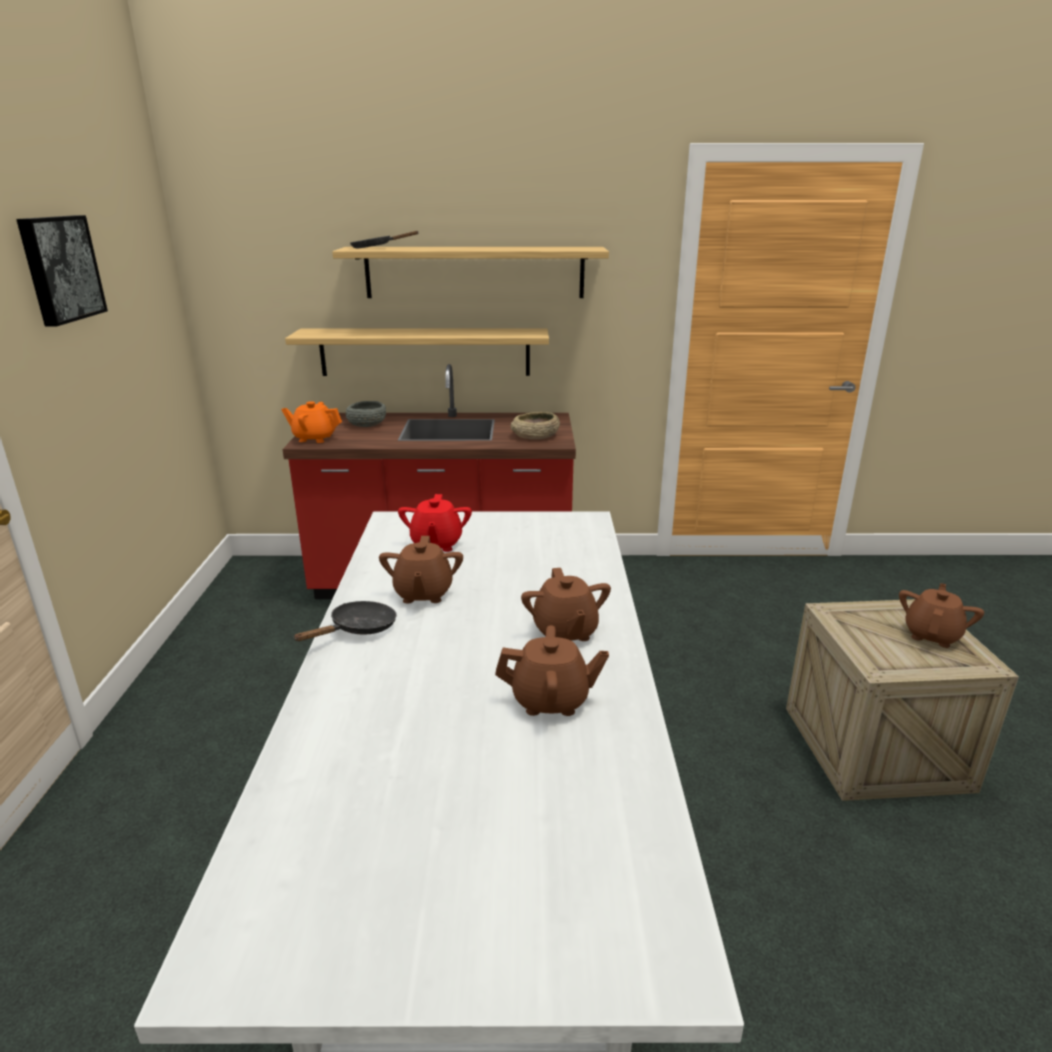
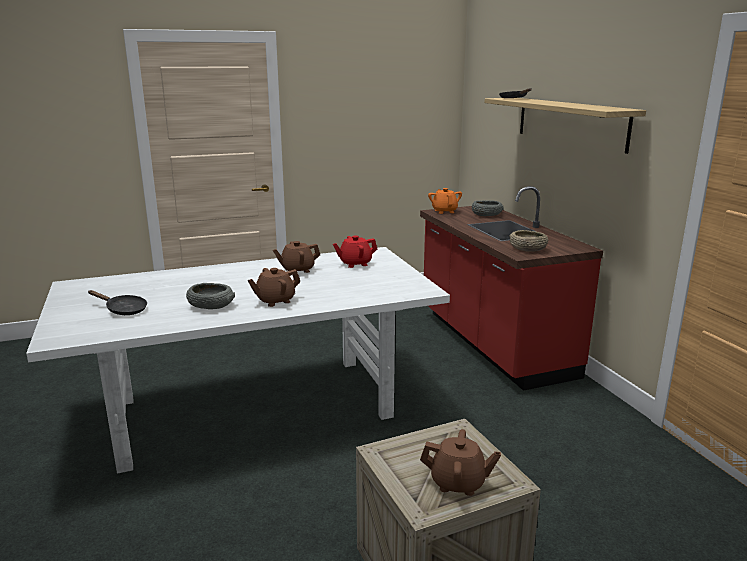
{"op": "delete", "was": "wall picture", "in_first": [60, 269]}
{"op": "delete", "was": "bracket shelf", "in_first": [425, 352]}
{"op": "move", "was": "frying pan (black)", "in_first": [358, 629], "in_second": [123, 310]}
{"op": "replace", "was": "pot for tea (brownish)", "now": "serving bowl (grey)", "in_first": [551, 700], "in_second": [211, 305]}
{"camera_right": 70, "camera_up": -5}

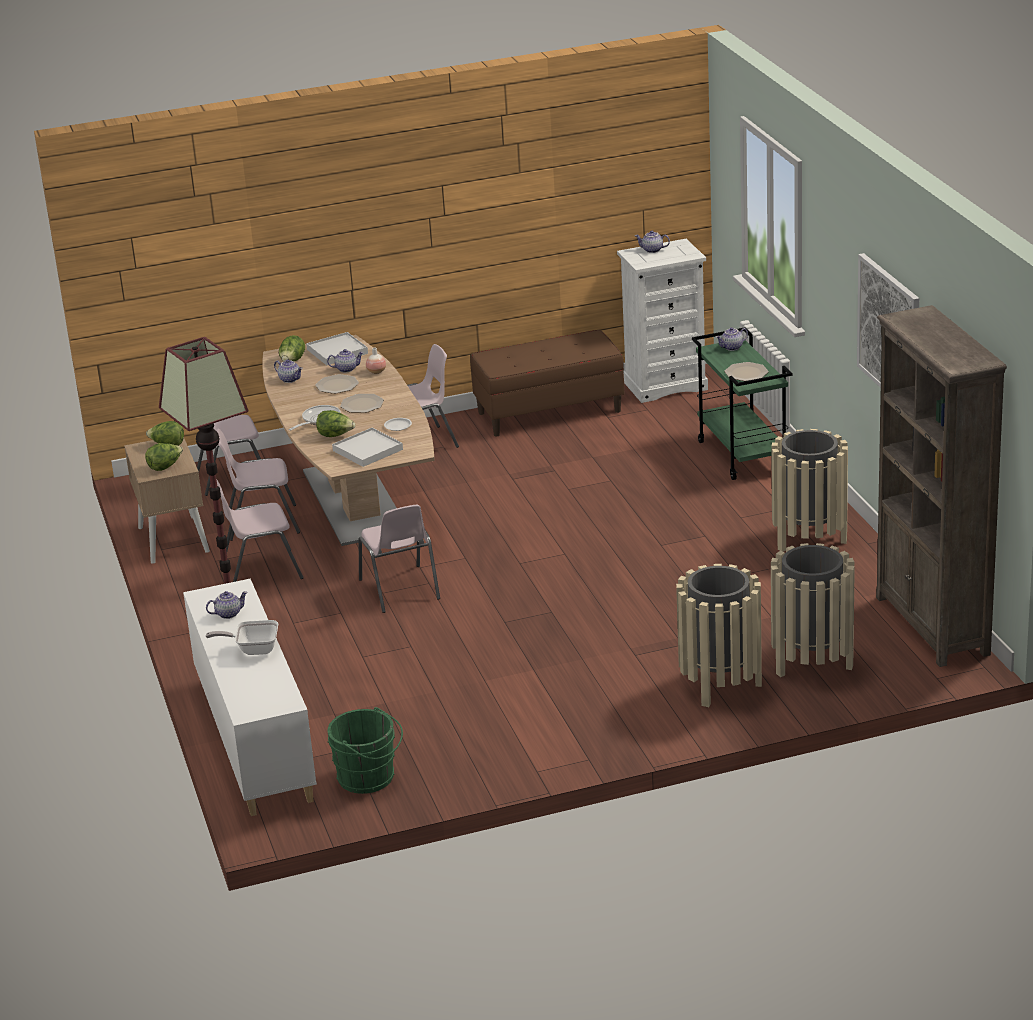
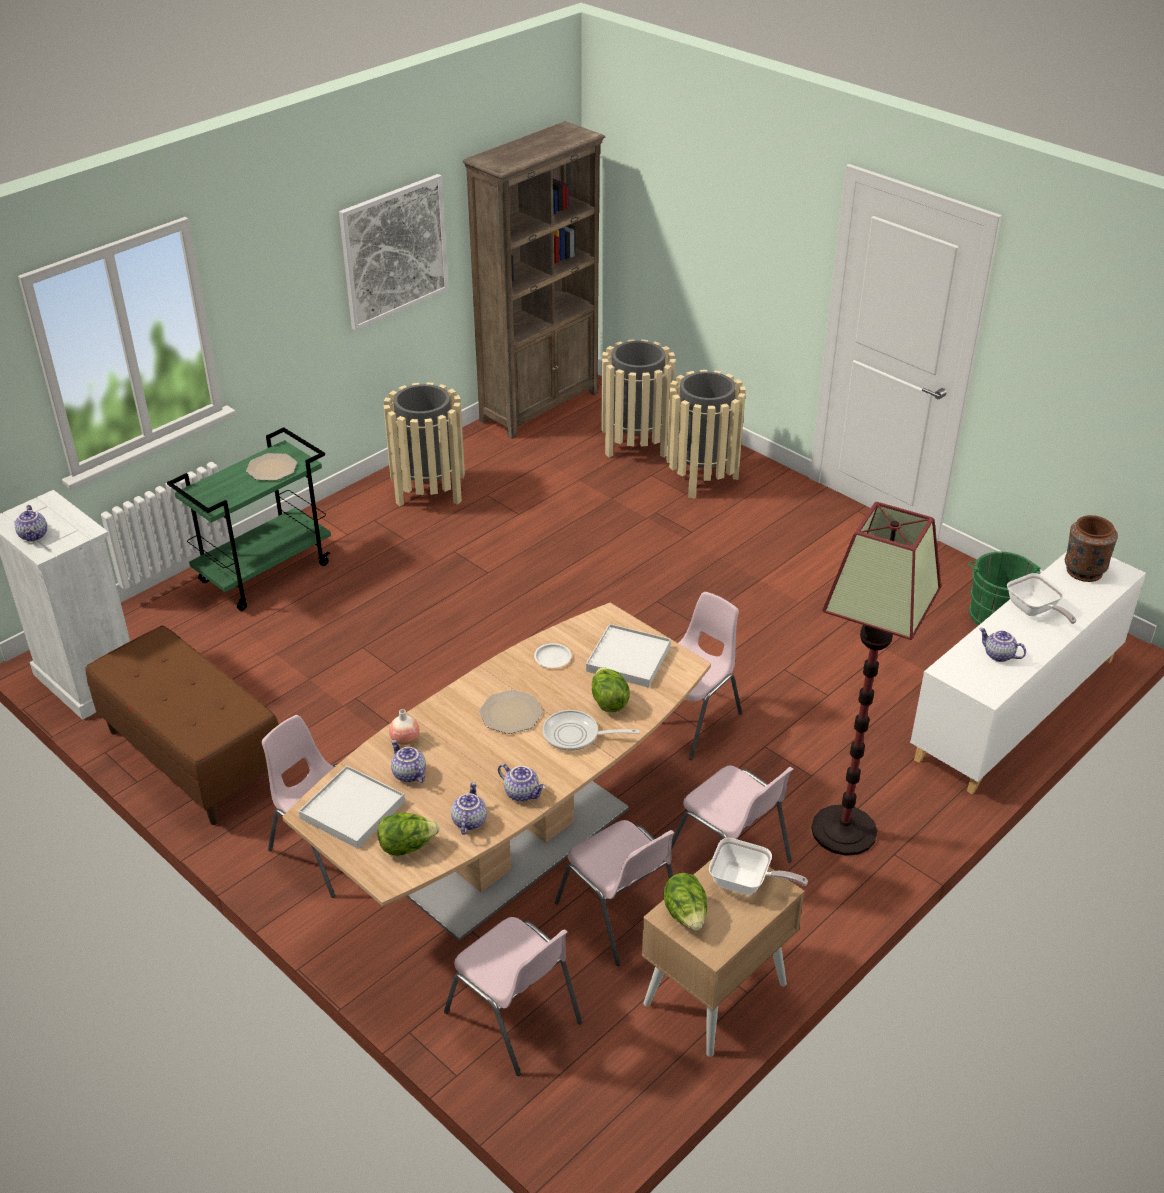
{"op": "delete", "was": "flat dish", "in_first": [337, 385]}
{"op": "insert", "now": "vase (brownish)", "in_second": [1083, 571]}
{"op": "move", "was": "pot for tea", "in_first": [732, 348], "in_second": [522, 793]}
{"op": "replace", "was": "head of lettuce", "now": "frying pan", "in_first": [165, 467], "in_second": [745, 883]}
{"camera_right": -120, "camera_up": 10}

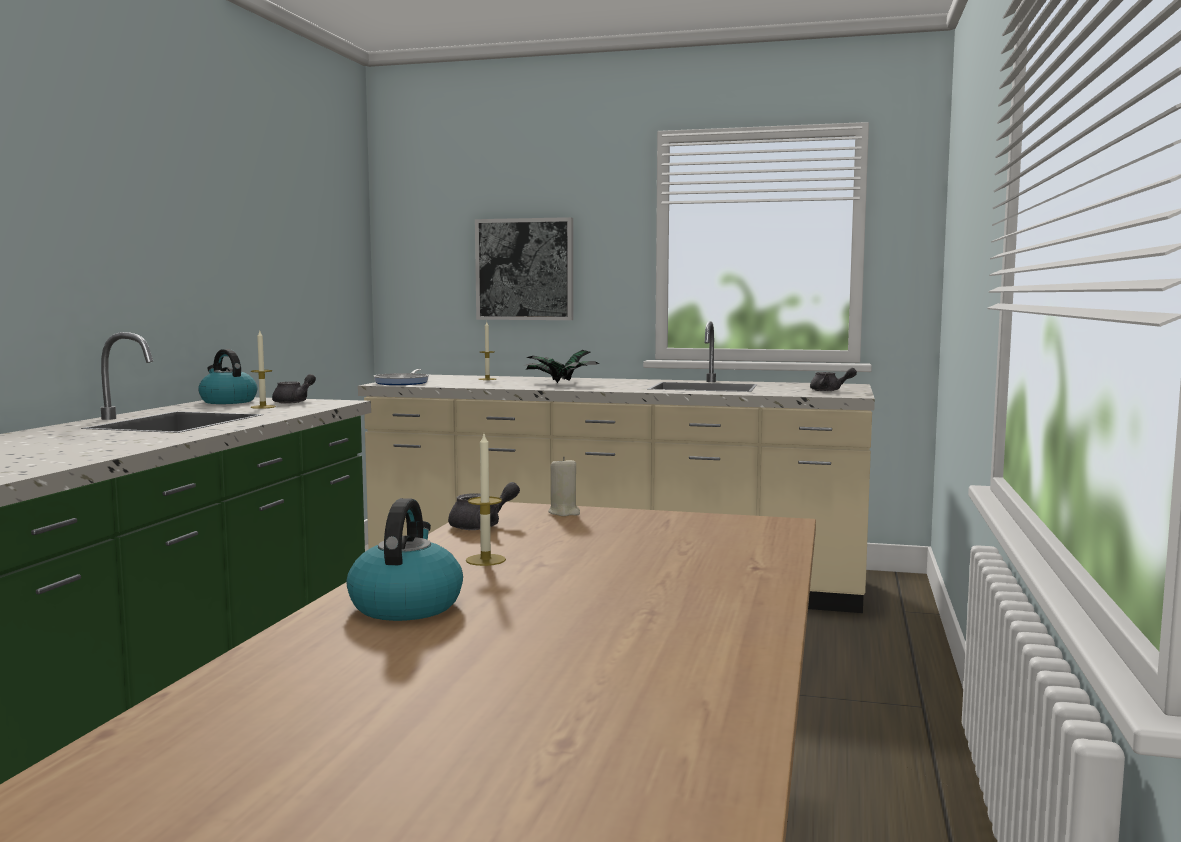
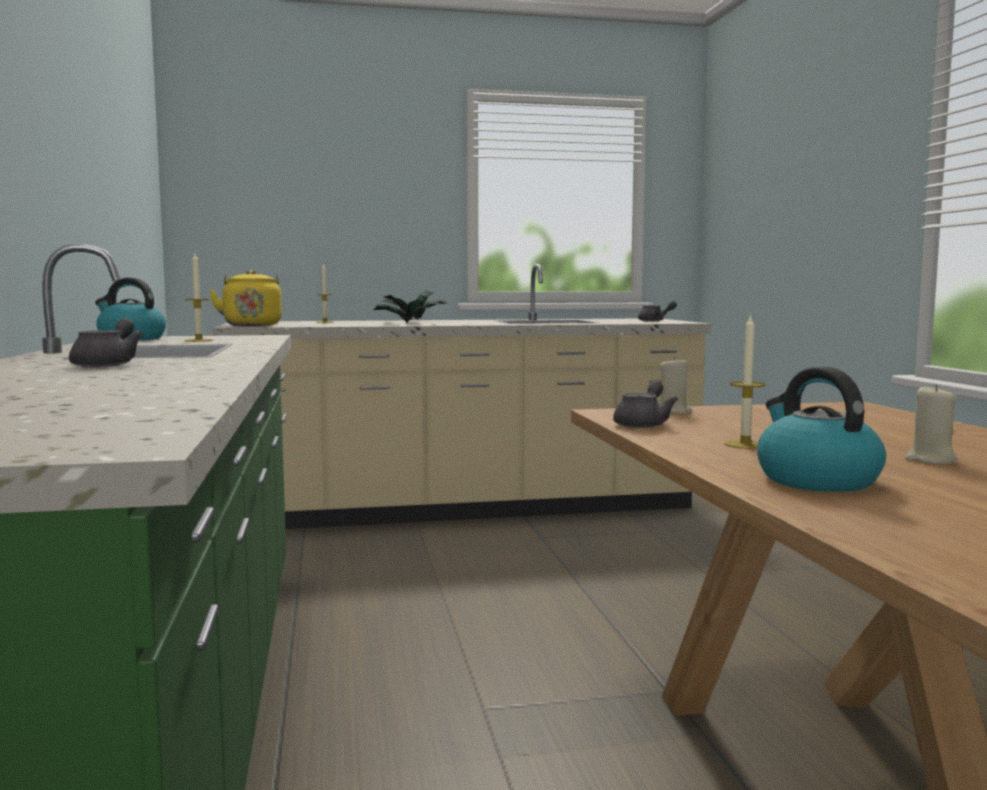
{"op": "delete", "was": "wall picture", "in_first": [525, 269]}
{"op": "insert", "now": "wax light (sand-coloured)", "in_second": [930, 460]}
{"op": "move", "was": "pot for tea (grey)", "in_first": [295, 402], "in_second": [108, 365]}
{"op": "replace", "was": "frying pan", "now": "water kettle (yellow-coloured)", "in_first": [403, 382], "in_second": [252, 325]}
{"camera_right": -25, "camera_up": 0}

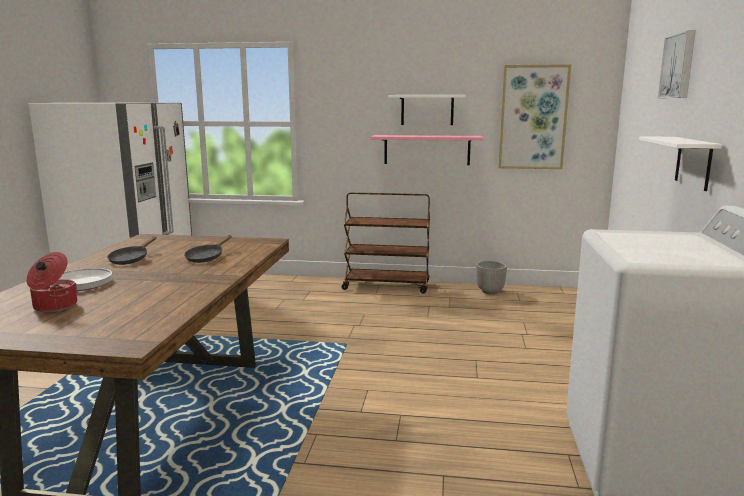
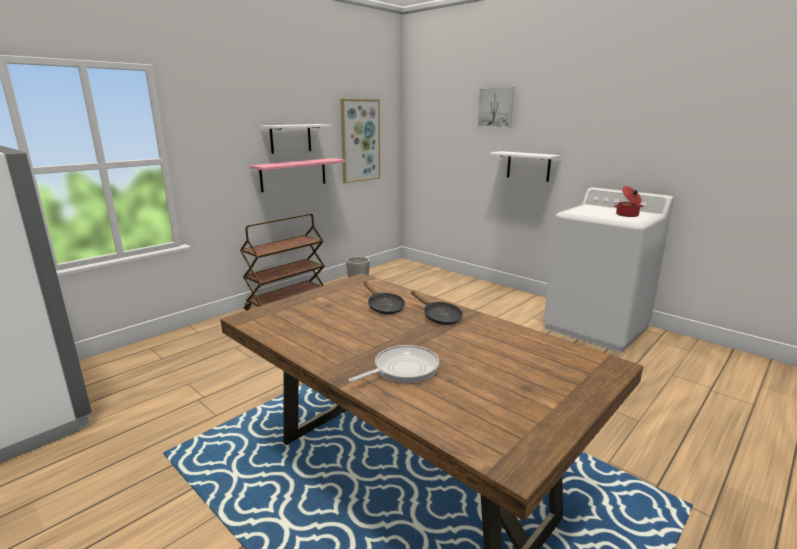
{"op": "move", "was": "cooking pot", "in_first": [54, 306], "in_second": [627, 215]}
{"op": "move", "was": "frying pan (black)", "in_first": [131, 259], "in_second": [439, 317]}
{"camera_right": -55, "camera_up": 5}

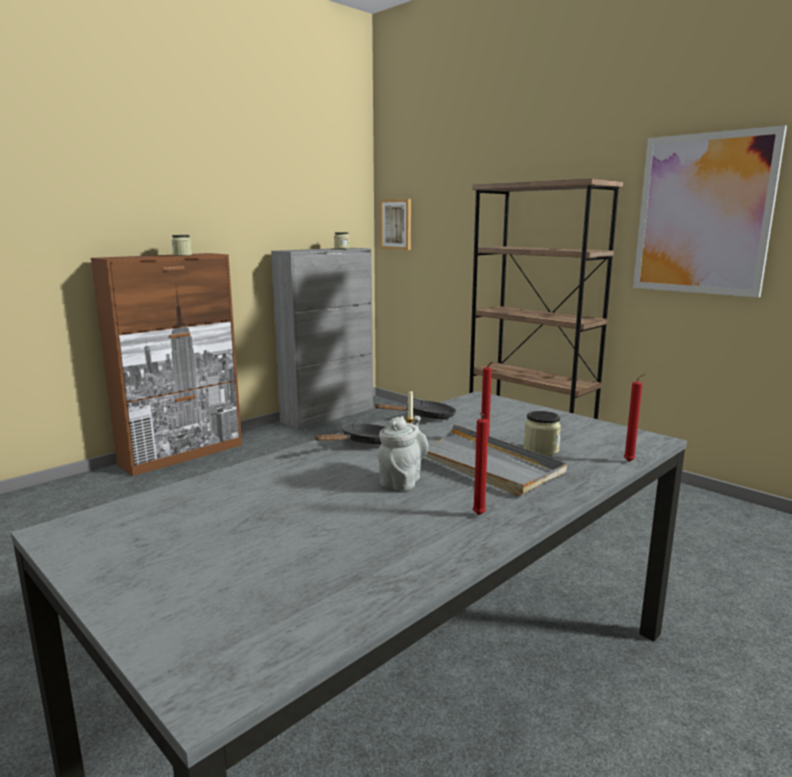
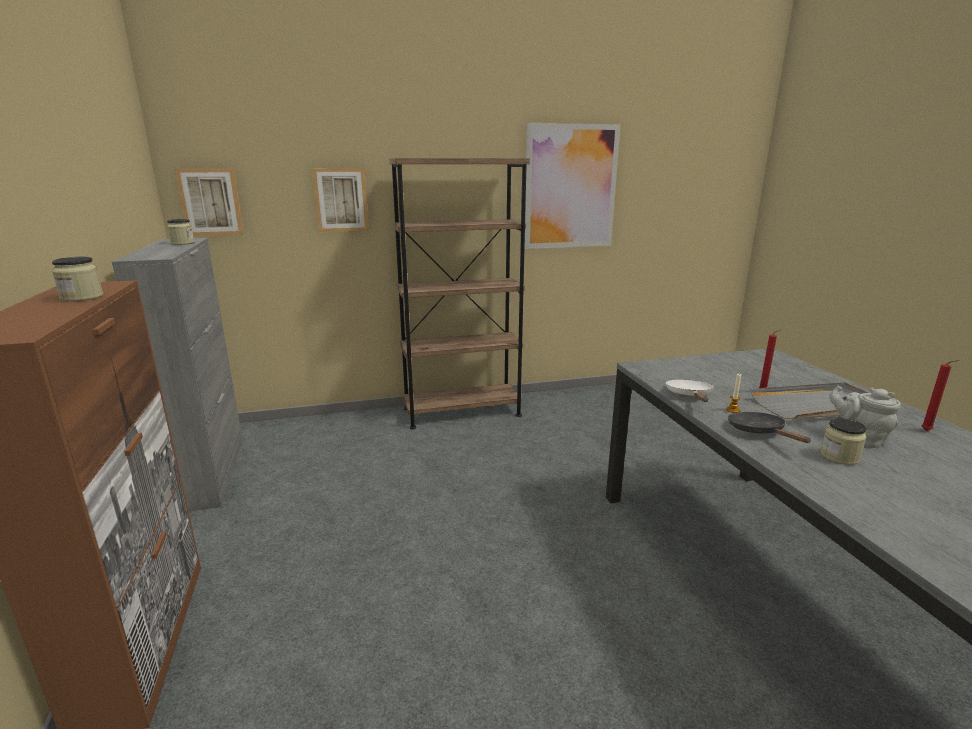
{"op": "delete", "was": "wax light (red)", "in_first": [630, 461]}
{"op": "insert", "now": "wall picture", "in_second": [341, 200]}
{"op": "move", "was": "jar", "in_first": [541, 450], "in_second": [839, 456]}
{"op": "recolor", "was": "frying pan (black)", "now": "frying pan (white-coloured)", "in_first": [425, 417], "in_second": [689, 395]}
{"camera_right": -60, "camera_up": 5}

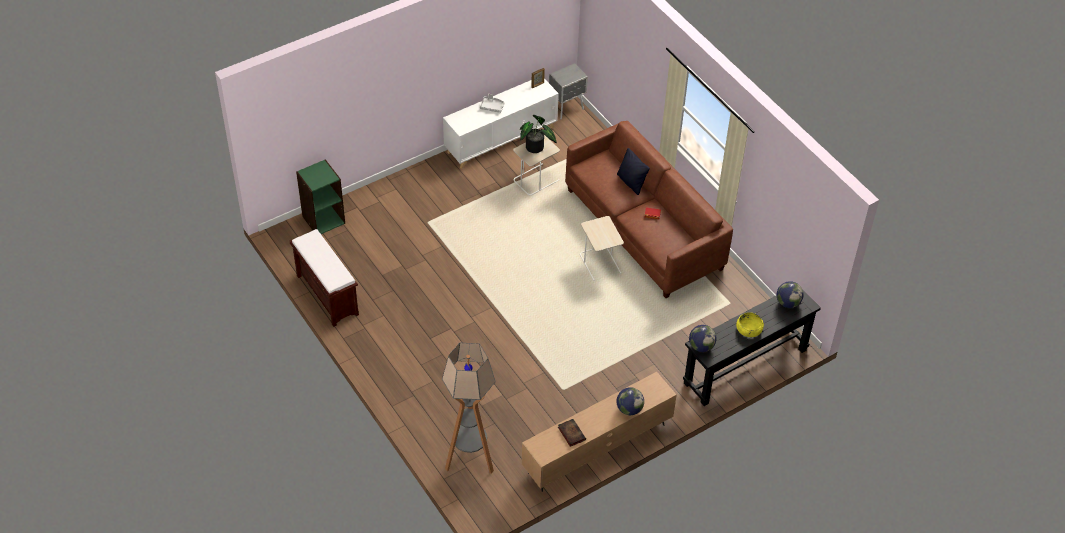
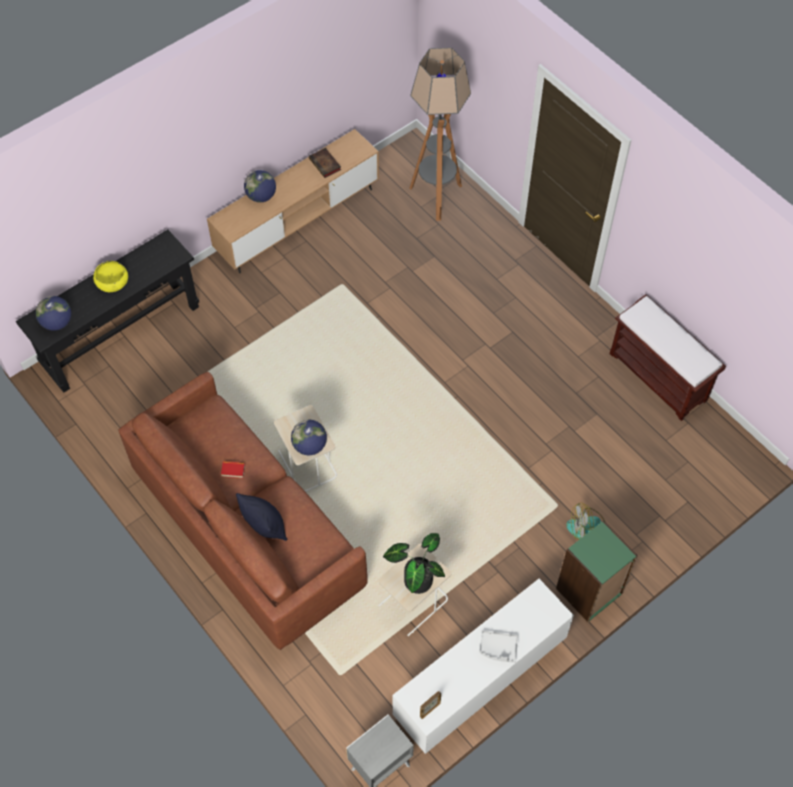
{"op": "insert", "now": "electric fan", "in_second": [587, 529]}
{"op": "move", "was": "bookcase (green-coloured)", "in_first": [323, 219], "in_second": [589, 591]}
{"op": "move", "was": "globe", "in_first": [701, 346], "in_second": [310, 446]}
{"camera_right": 175, "camera_up": 10}

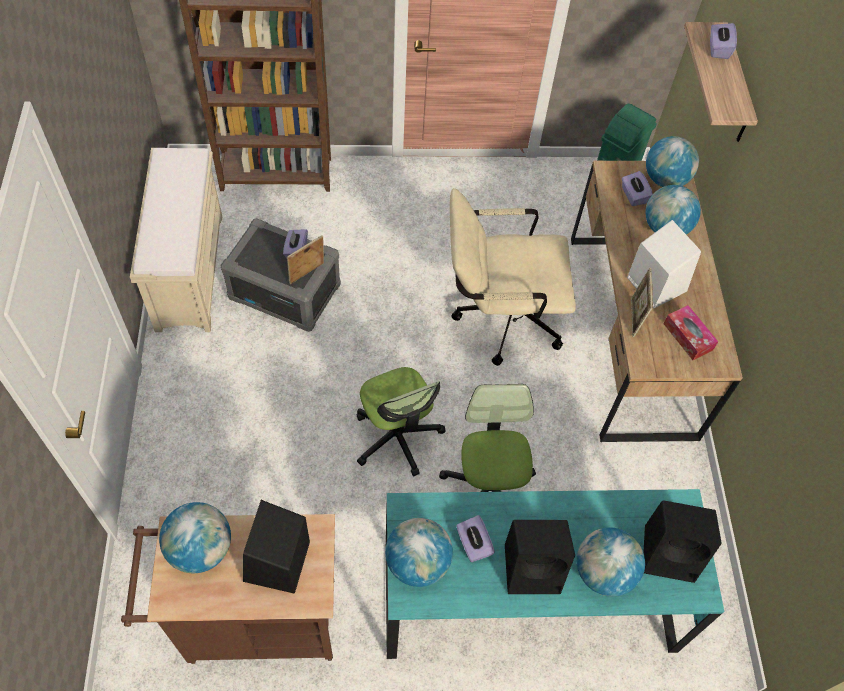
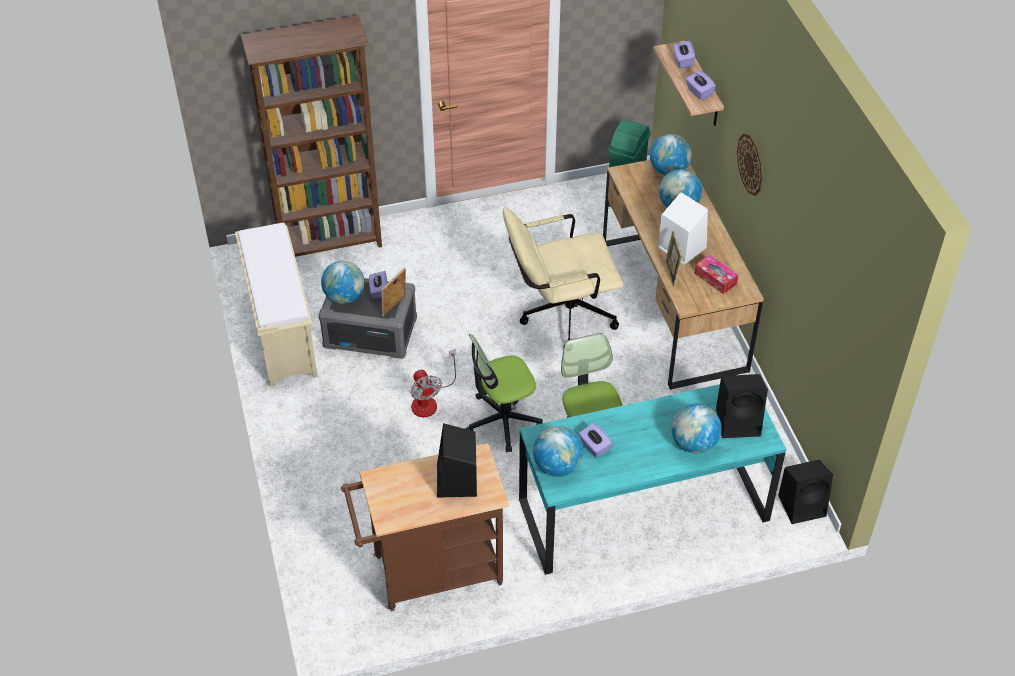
{"op": "insert", "now": "electric fan", "in_second": [429, 400]}
{"op": "insert", "now": "hanging clock", "in_second": [750, 164]}
{"op": "move", "was": "globe", "in_first": [201, 549], "in_second": [344, 296]}
{"op": "move", "was": "audio speaker (black)", "in_first": [534, 568], "in_second": [803, 505]}
{"op": "move", "was": "box of tissues (purple-coloured)", "in_first": [633, 196], "in_second": [699, 92]}
{"op": "rotate", "was": "desk chair", "in_first": [397, 437], "in_second": [502, 421], "clockwise": 105}
{"camera_right": -10, "camera_up": -10}

